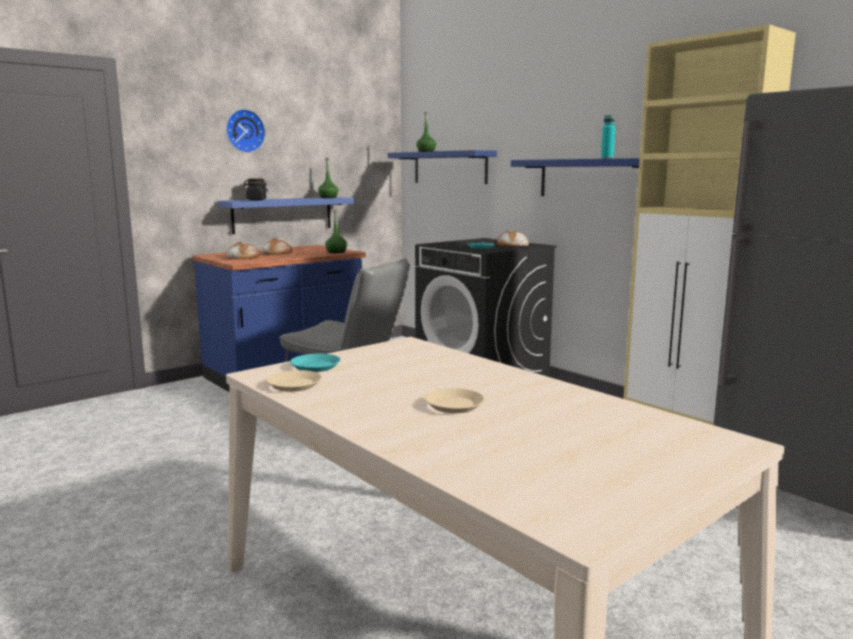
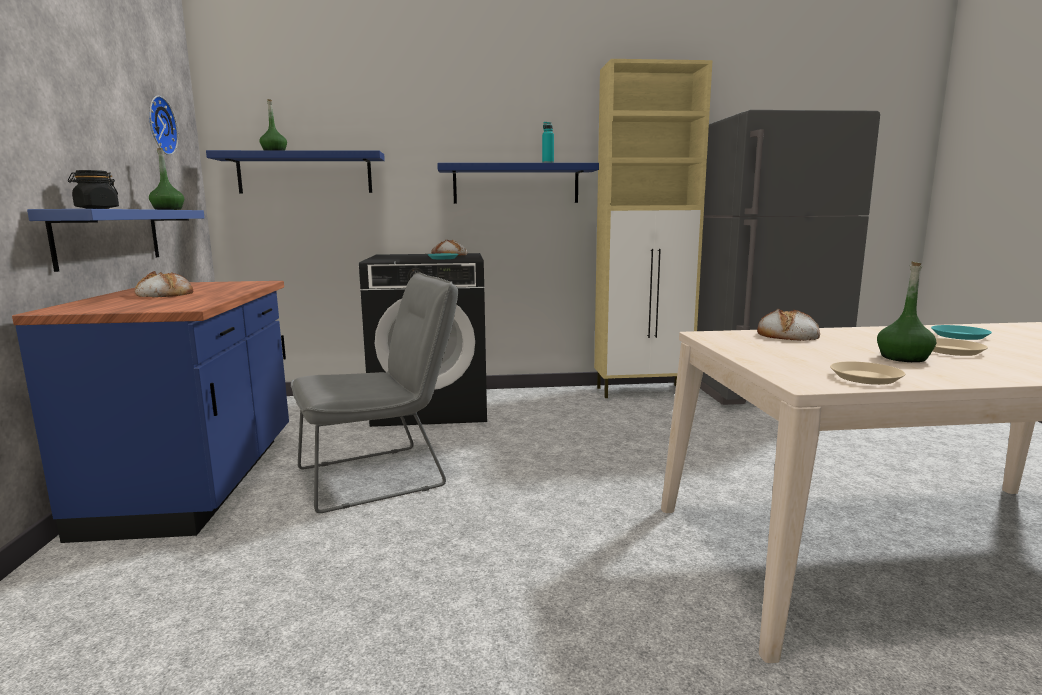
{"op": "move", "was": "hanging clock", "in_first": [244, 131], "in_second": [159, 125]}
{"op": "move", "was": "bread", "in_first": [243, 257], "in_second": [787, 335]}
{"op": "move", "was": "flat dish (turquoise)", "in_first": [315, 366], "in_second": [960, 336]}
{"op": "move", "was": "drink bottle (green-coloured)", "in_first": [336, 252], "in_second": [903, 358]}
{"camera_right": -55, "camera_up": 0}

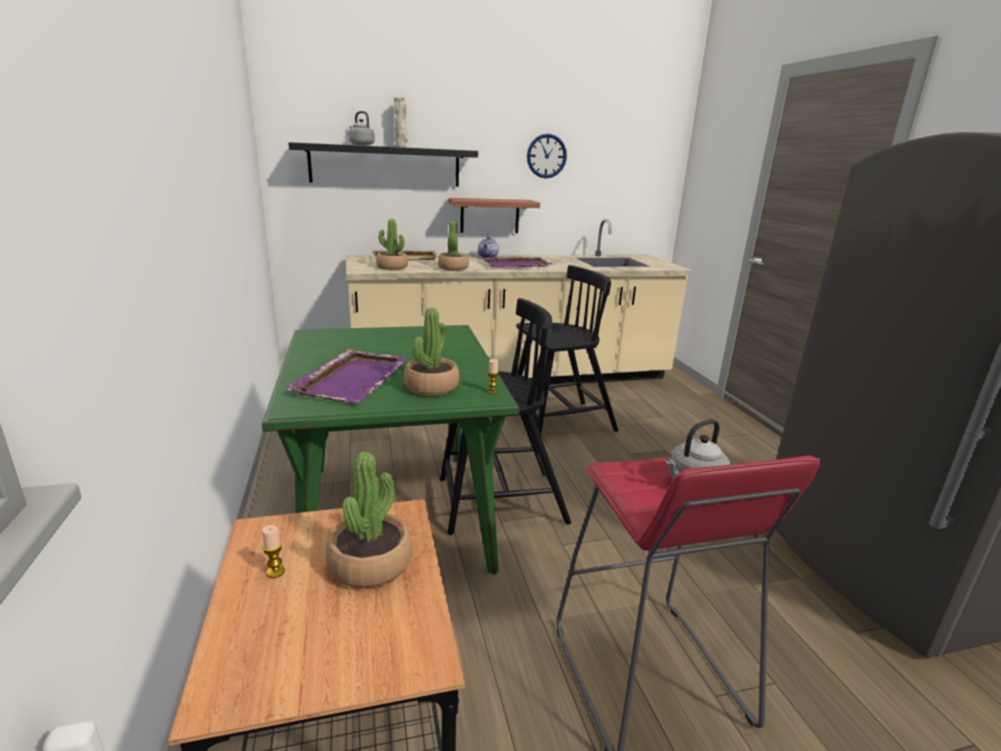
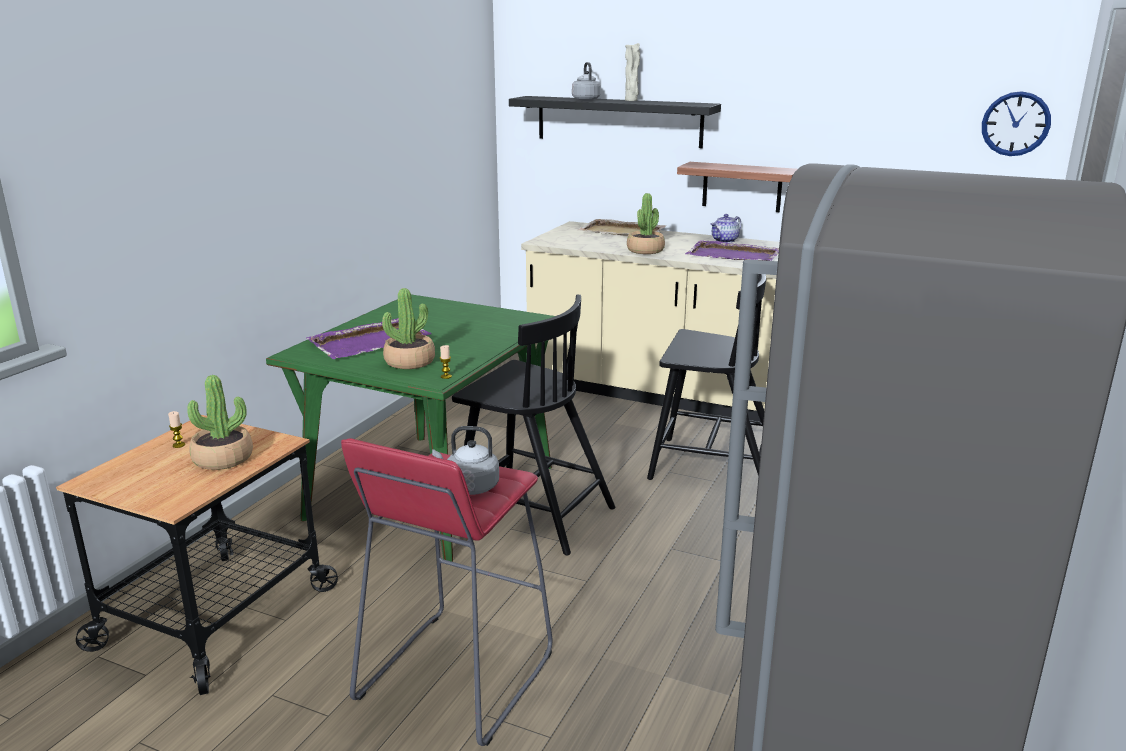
{"op": "delete", "was": "plant in a pot", "in_first": [392, 267]}
{"op": "move", "was": "hanging clock", "in_first": [546, 156], "in_second": [1015, 124]}
{"camera_right": 40, "camera_up": 0}

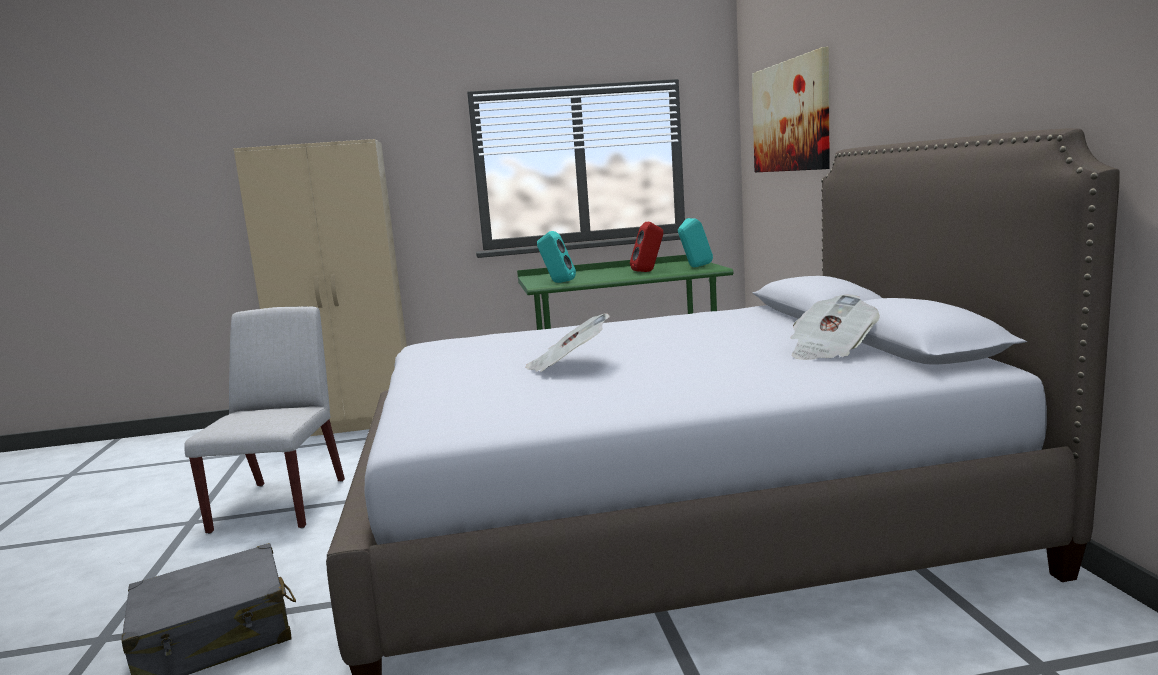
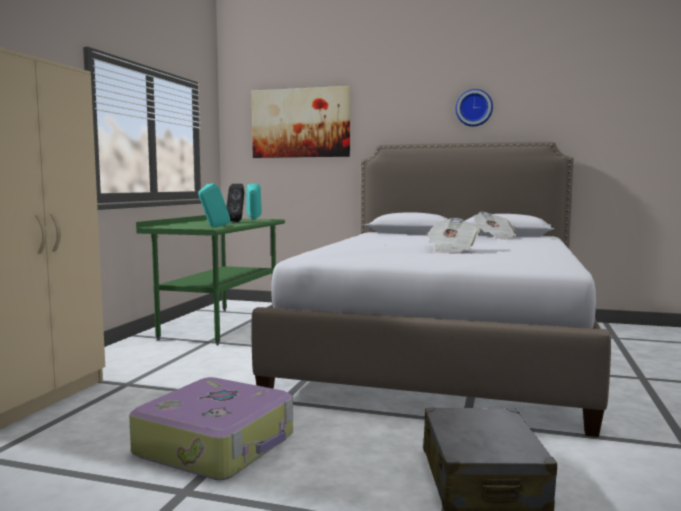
{"op": "insert", "now": "hanging clock", "in_second": [474, 108]}
{"op": "replace", "was": "upright chair (white-coloured)", "now": "suitcase", "in_first": [281, 504], "in_second": [217, 445]}
{"op": "recolor", "was": "audio speaker (red)", "now": "audio speaker (black)", "in_first": [648, 271], "in_second": [237, 221]}
{"camera_right": -65, "camera_up": -5}

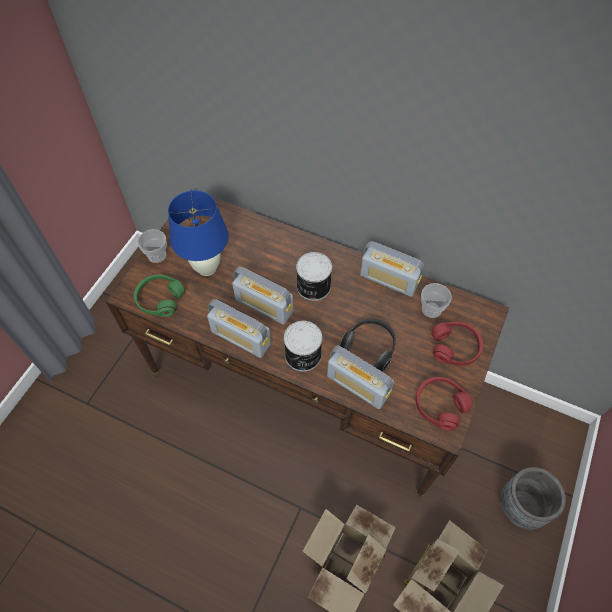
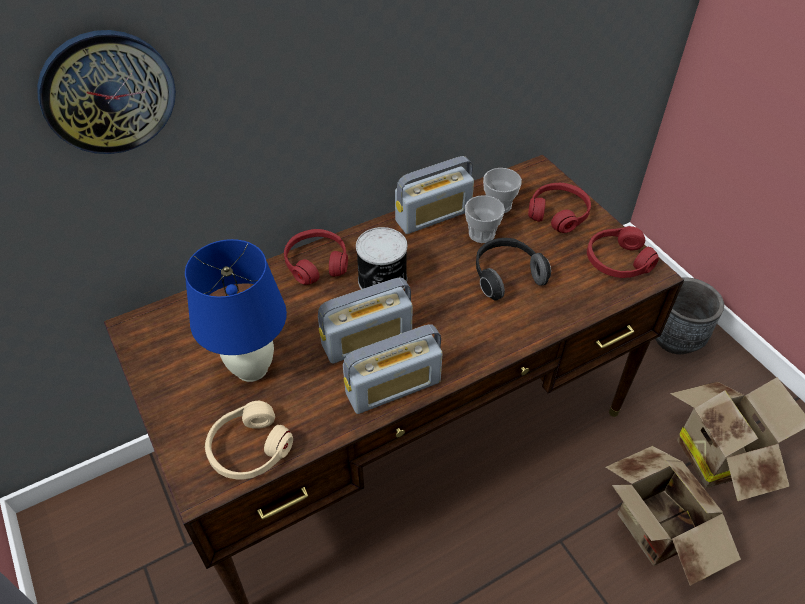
{"op": "delete", "was": "sealed can", "in_first": [303, 355]}
{"op": "delete", "was": "radio receiver", "in_first": [358, 385]}
{"op": "insert", "now": "hanging clock", "in_second": [108, 92]}
{"op": "insert", "now": "headphones (red)", "in_second": [316, 263]}
{"op": "move", "was": "small cup", "in_first": [157, 255], "in_second": [481, 234]}
{"op": "recolor", "was": "headphones (green-coloured)", "now": "headphones (sand-coloured)", "in_first": [160, 299], "in_second": [249, 449]}
{"camera_right": -55, "camera_up": -10}

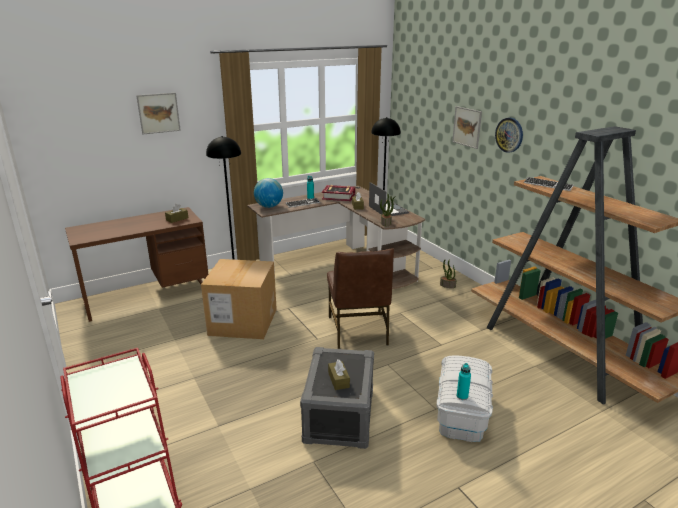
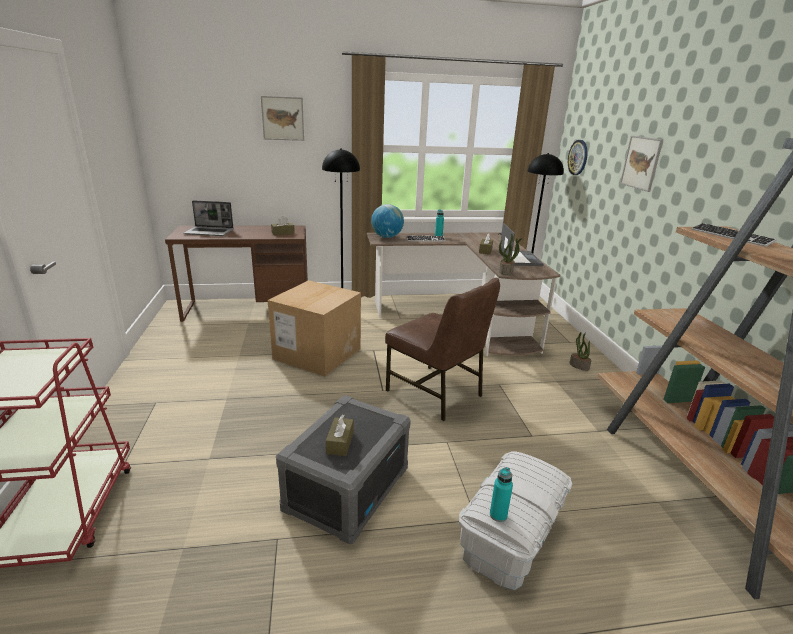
{"op": "delete", "was": "bound book", "in_first": [338, 196]}
{"op": "insert", "now": "portable computer", "in_second": [210, 232]}
{"op": "move", "was": "hanging clock", "in_first": [509, 135], "in_second": [578, 157]}
{"op": "rotate", "was": "upright chair (brownish)", "in_first": [358, 331], "in_second": [435, 393], "clockwise": -60}
{"camera_right": 20, "camera_up": 0}

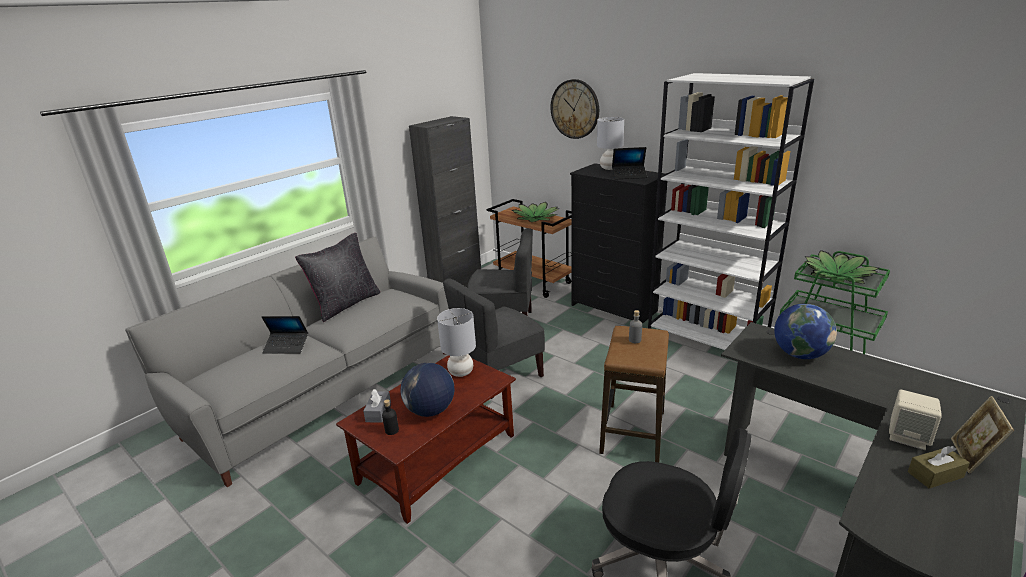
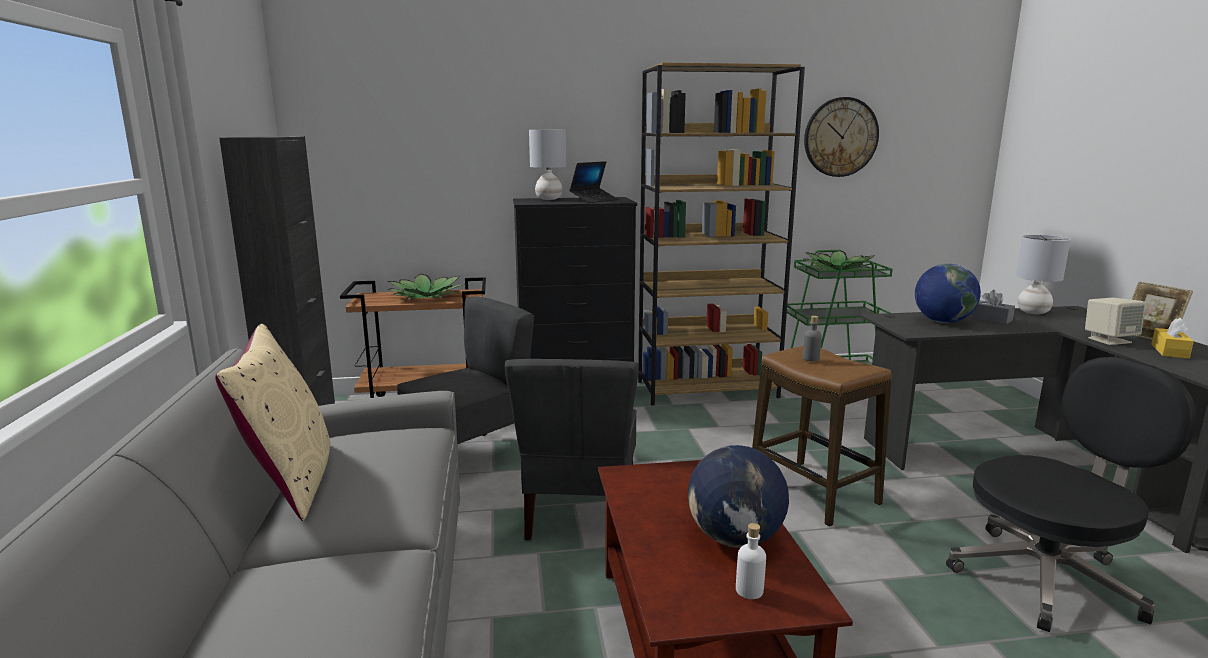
{"op": "delete", "was": "portable computer", "in_first": [286, 346]}
{"op": "move", "was": "box of tissues (grey)", "in_first": [378, 412], "in_second": [990, 319]}
{"op": "move", "was": "lamp for a table (grey)", "in_first": [460, 372], "in_second": [1032, 312]}
{"op": "move", "was": "hanging clock", "in_first": [575, 109], "in_second": [840, 137]}
{"op": "recolor", "was": "cushion (black)", "now": "cushion (sand-coloured)", "in_first": [345, 304], "in_second": [290, 481]}
{"op": "recolor", "was": "drink bottle (black)", "now": "drink bottle (white-coloured)", "in_first": [392, 430], "in_second": [749, 590]}
{"op": "recolor", "was": "bookcase (white-coloured)", "now": "bookcase (brownish)", "in_first": [707, 337], "in_second": [707, 389]}
{"op": "recolor", "was": "box of tissues (brownish)", "now": "box of tissues (yellow-coloured)", "in_first": [935, 474], "in_second": [1169, 351]}
{"camera_right": -50, "camera_up": -10}

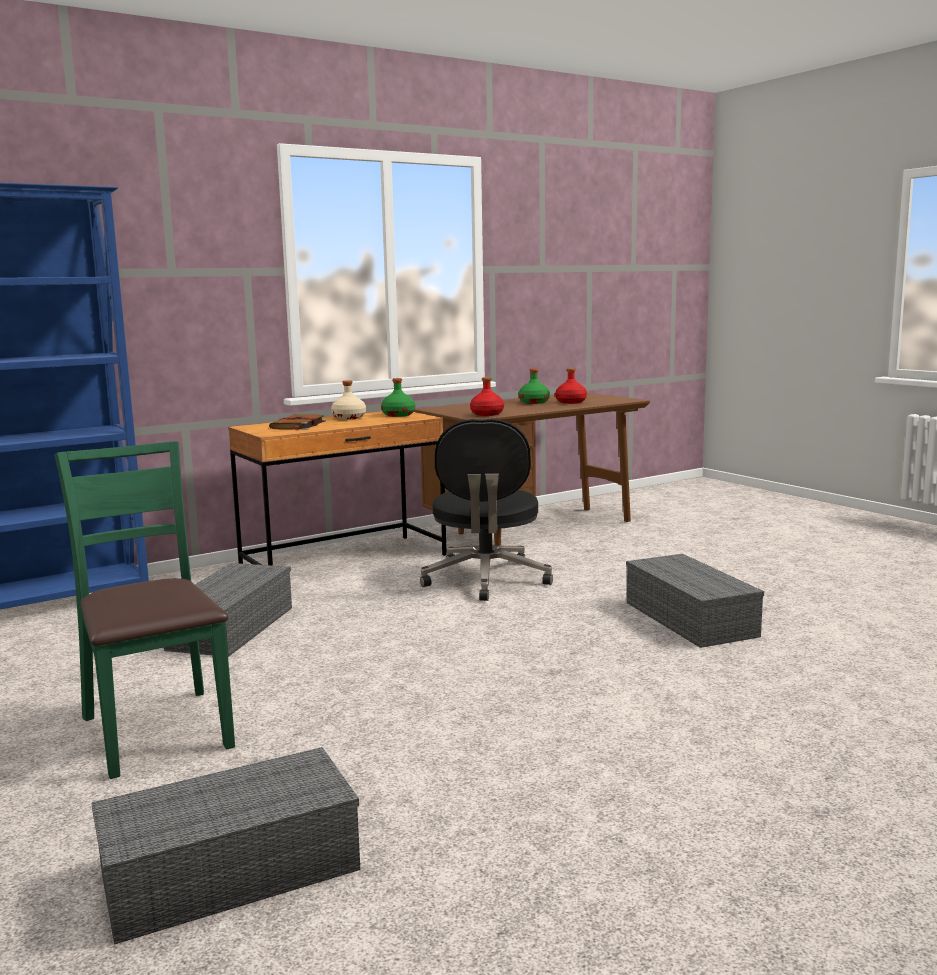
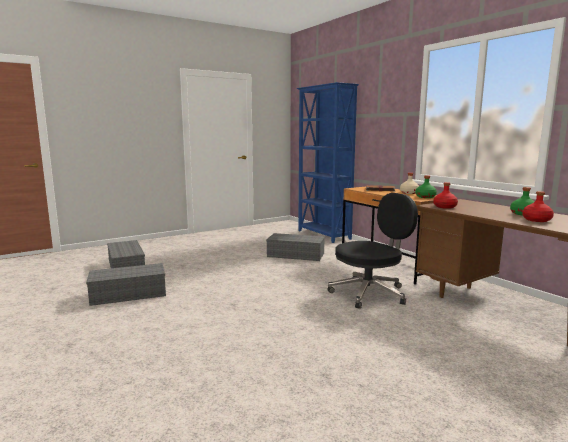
{"op": "delete", "was": "upright chair (green-coloured)", "in_first": [158, 730]}
{"op": "move", "was": "storage bin (grey)", "in_first": [692, 619], "in_second": [127, 294]}
{"op": "rotate", "was": "desk chair (black)", "in_first": [486, 580], "in_second": [370, 293], "clockwise": 150}
{"camera_right": 90, "camera_up": 0}

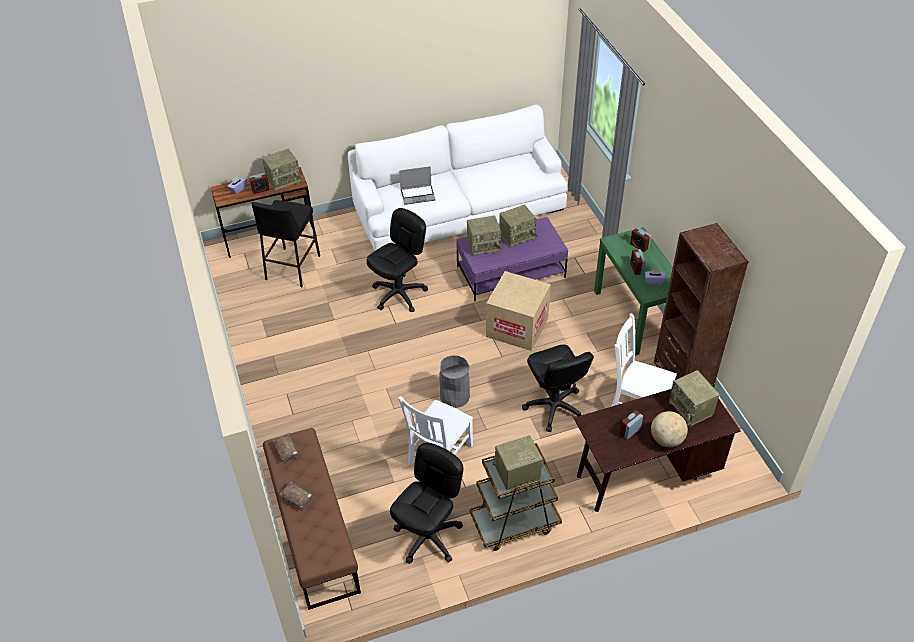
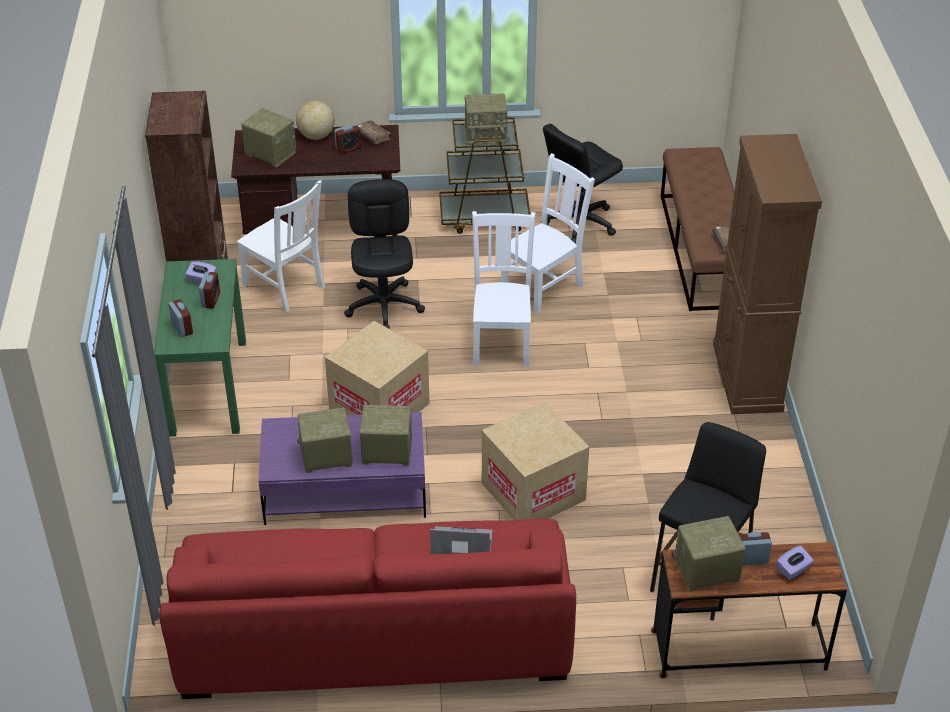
{"op": "insert", "now": "cupboard (brownish)", "in_second": [747, 377]}
{"op": "move", "was": "bound book (brownish)", "in_first": [297, 498], "in_second": [373, 136]}
{"op": "replace", "was": "desk chair (black)", "now": "packing box", "in_first": [399, 294], "in_second": [533, 491]}
{"op": "replace", "was": "rubbish bin (grey)", "now": "upright chair (white-coloured)", "in_first": [454, 396], "in_second": [502, 341]}
{"op": "recolor", "was": "couch (white-coloured)", "now": "couch (red)", "in_first": [459, 209], "in_second": [374, 630]}
{"op": "rotate", "was": "radio receiver", "in_first": [691, 409], "in_second": [269, 153], "clockwise": -45}
{"camera_right": -165, "camera_up": -5}

